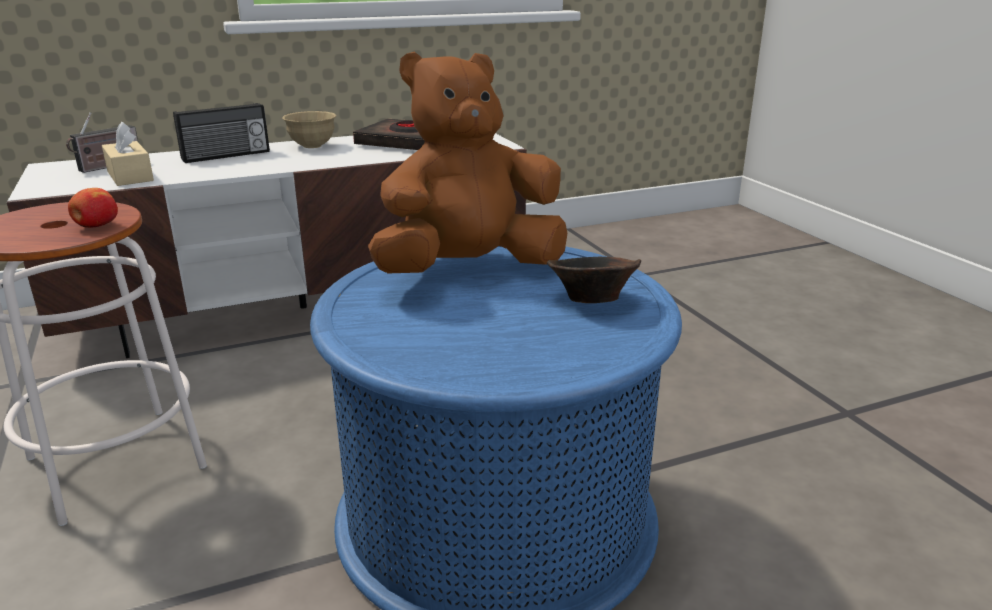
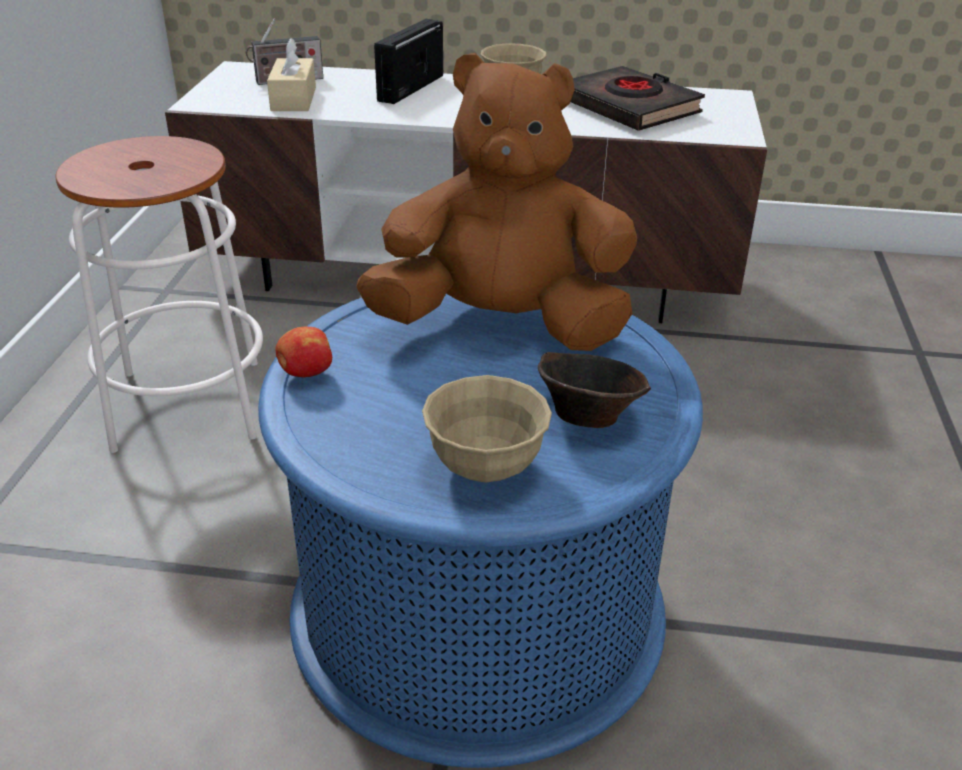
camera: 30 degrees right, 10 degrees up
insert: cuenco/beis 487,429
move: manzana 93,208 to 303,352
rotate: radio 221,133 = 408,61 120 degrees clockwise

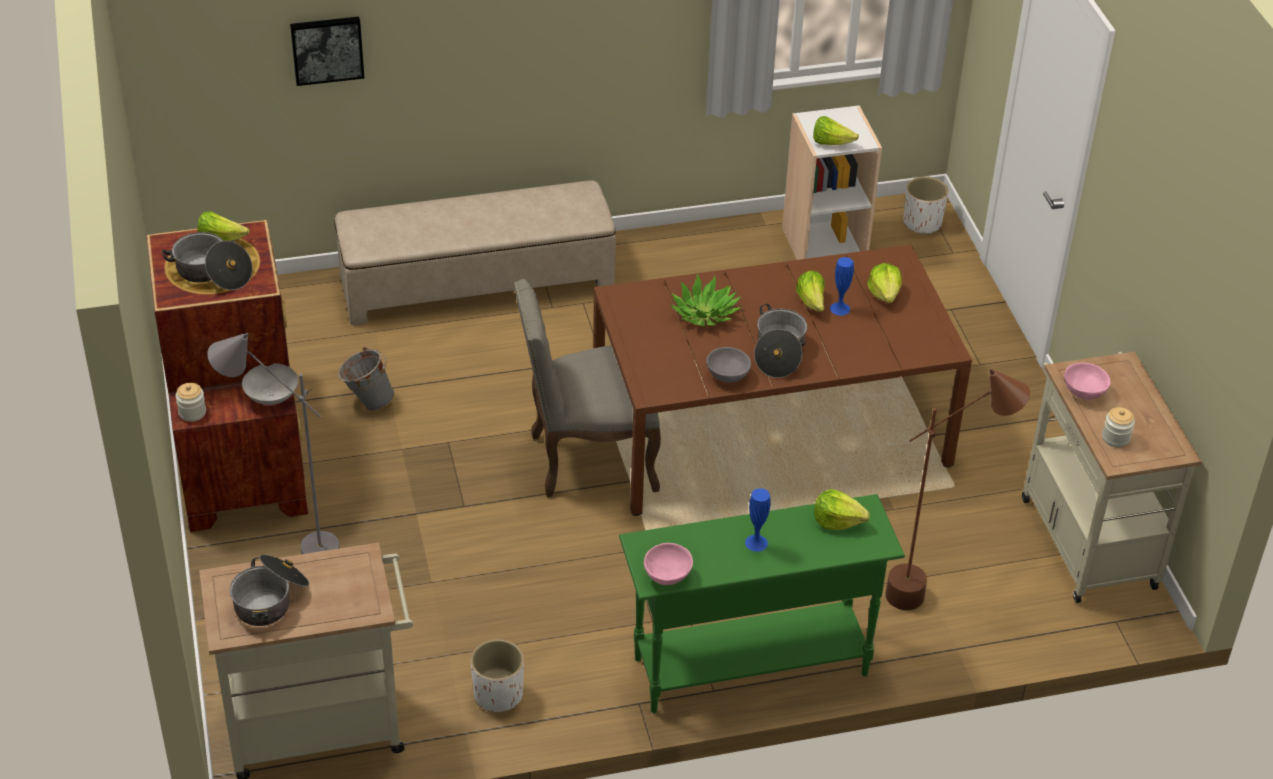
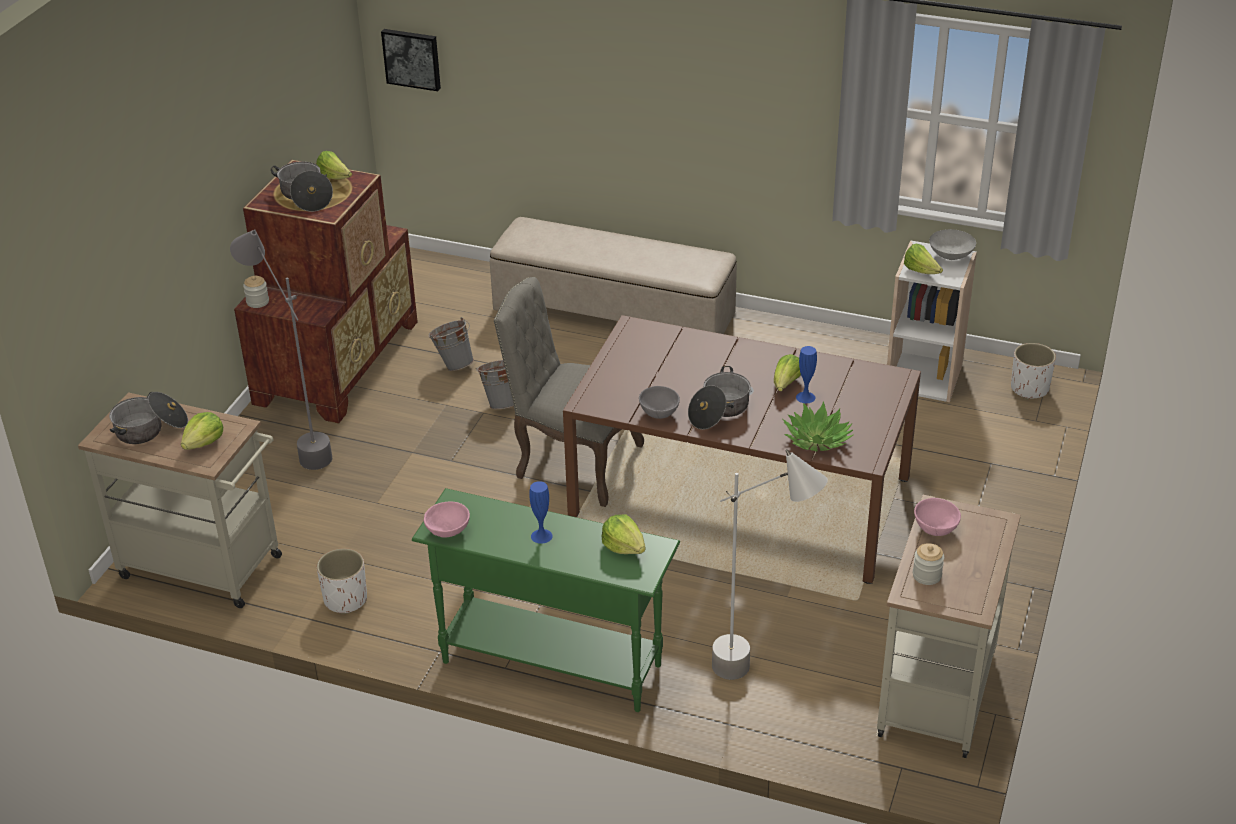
camera: 35 degrees right, 5 degrees down
insert: cubo/gris 495,384
move: cuadro 327,51 to 411,60; lechuga 884,283 to 202,431; planta en maceta 705,300 to 817,426; cuenco/gris 270,384 to 952,244
recolor: lámpara de pie/marrón 957,489 to lámpara de pie/gris 770,564

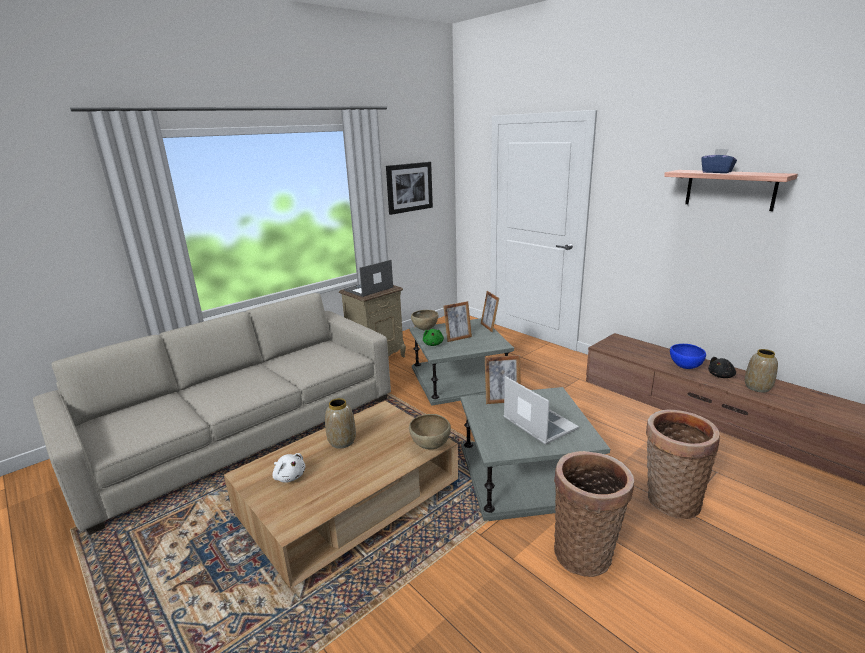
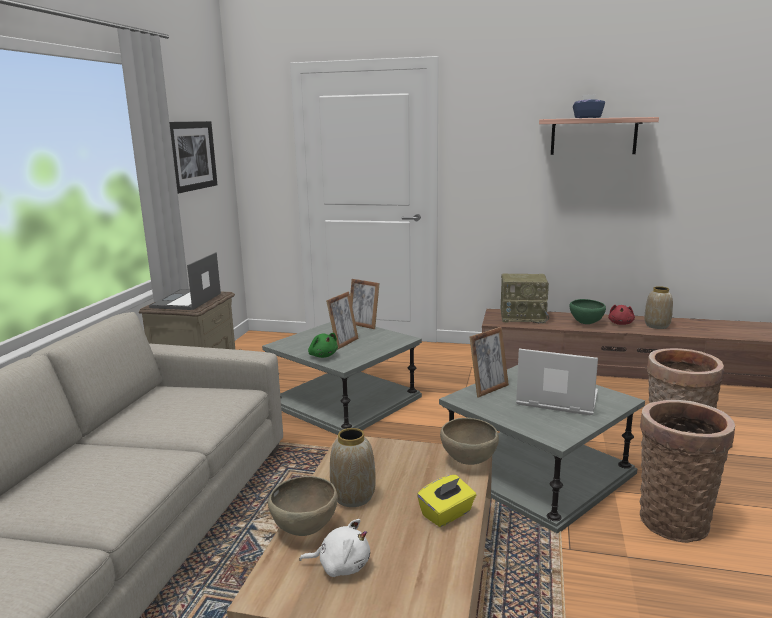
camera: 35 degrees left, 5 degrees down
insert: radio 525,298; caja de pañuelos/amarillo 446,501
move: cuenco/marrón 425,320 to 303,506
recolor: cuenco/azul 688,356 to cuenco/verde 587,311; peluche/negro 722,367 to peluche/rojo 621,315

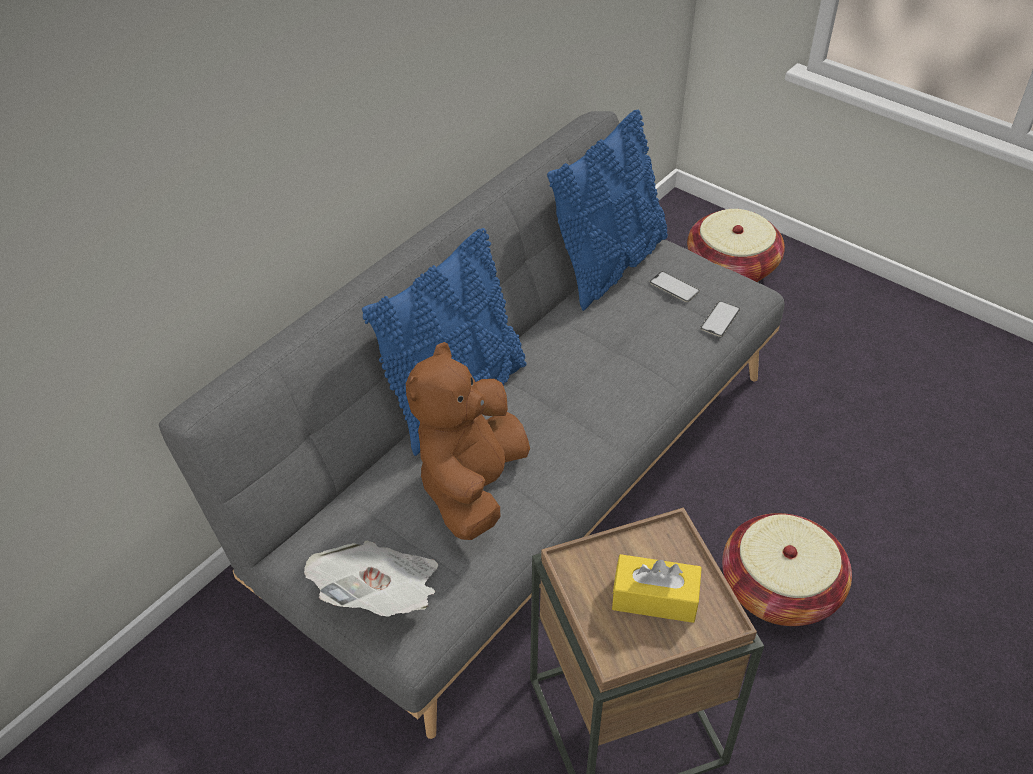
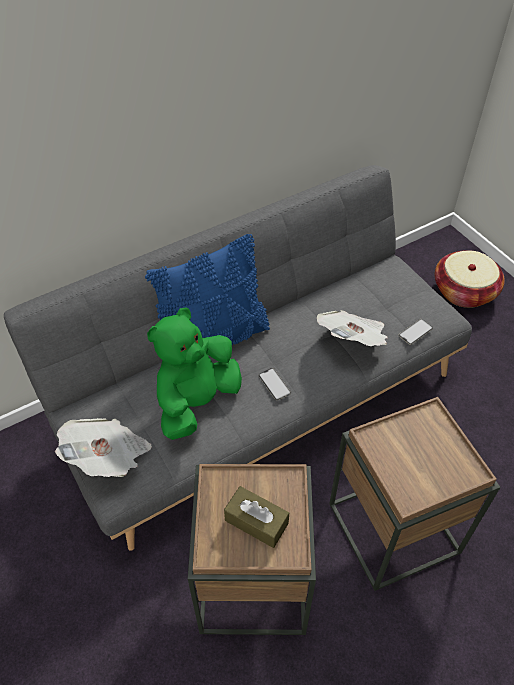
camera: 20 degrees right, 5 degrees up
delete: cojín/azul 607,210
insert: periódico 352,328
move: móvil 675,286 to 274,384
replace: cesta 787,569 to mesa auxiliar/marrón 415,494
recolor: peluche/marrón 468,441 to peluche/verde 194,374; caja de pañuelos/amarillo 657,588 to caja de pañuelos/marrón 256,517

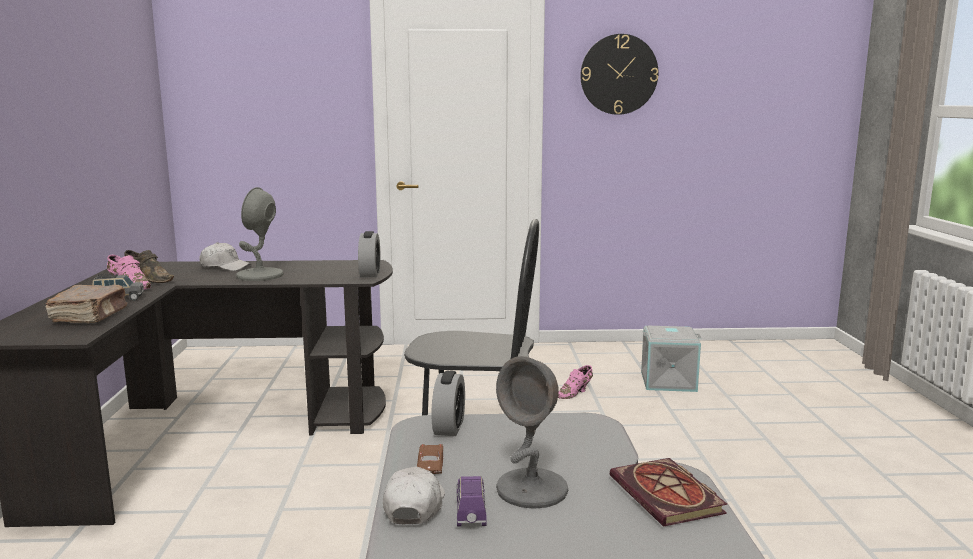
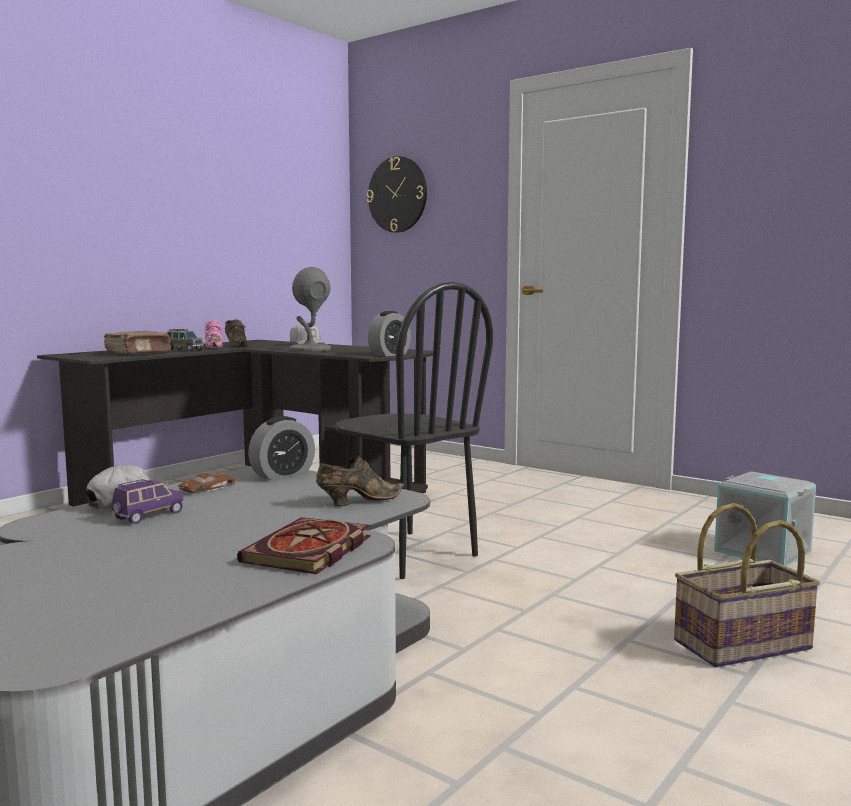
camera: 40 degrees right, 5 degrees down
delete: lámpara de mesa/gris 532,432; zapato/rosa 575,382
insert: zapato/marrón 360,481; cesta 747,585
move: reloj de pared 619,74 to 397,194

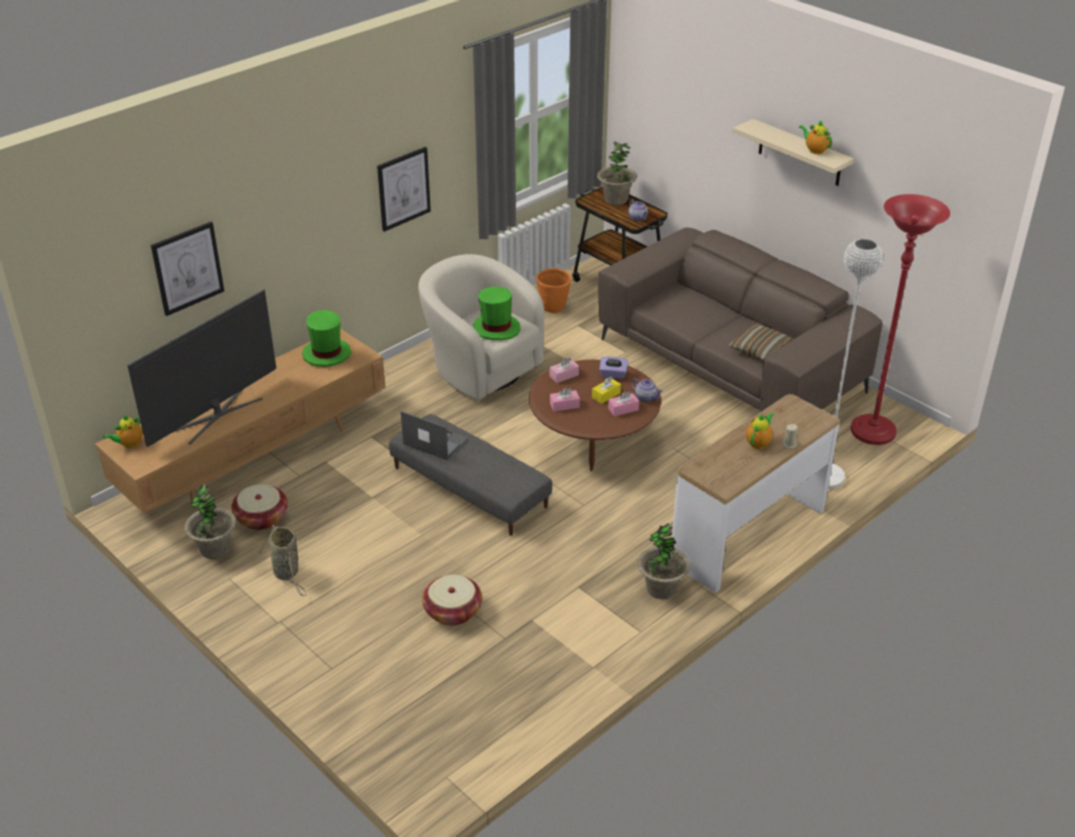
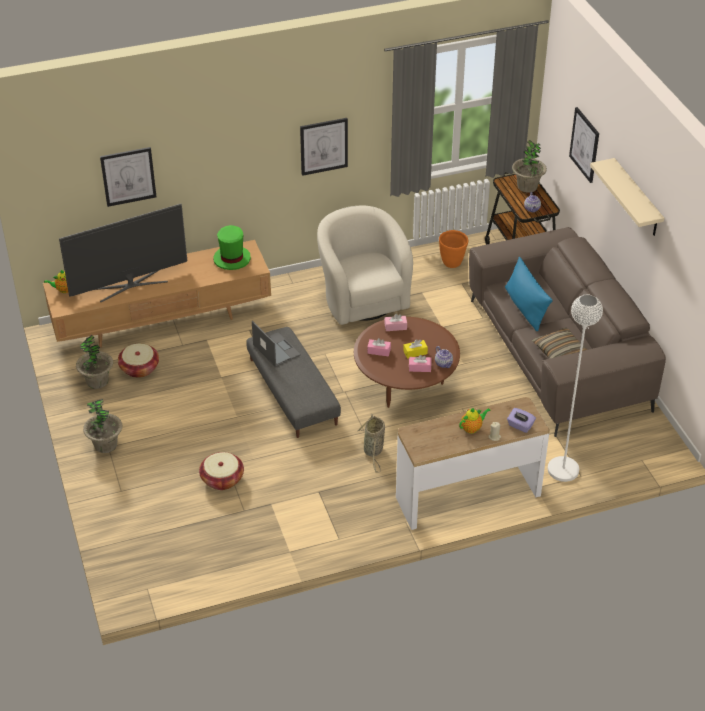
camera: 25 degrees right, 5 degrees up
delete: tetera 815,137; lámpara de pie/rojo 900,319; sombrero/verde 497,313
insert: cuadro 584,145; cojín/azul 529,294
move: caja de pañuelos/morado 613,368 to 521,420; planta en maceta 663,561 to 103,426; cesta 282,560 to 371,443

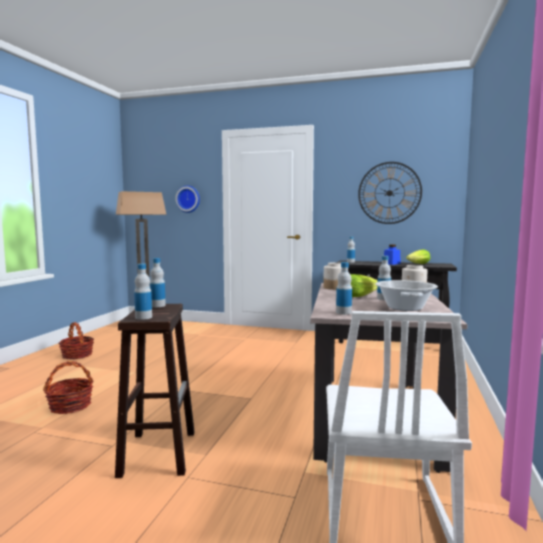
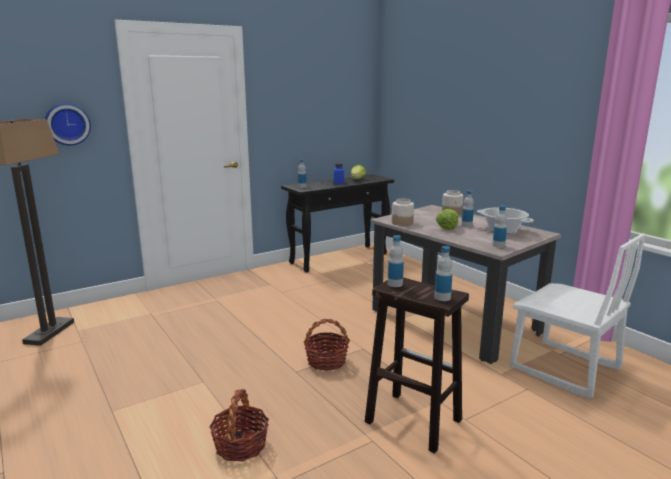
camera: 50 degrees left, 10 degrees up
delete: reloj de pared 390,193
move: cesta 76,341 to 326,345

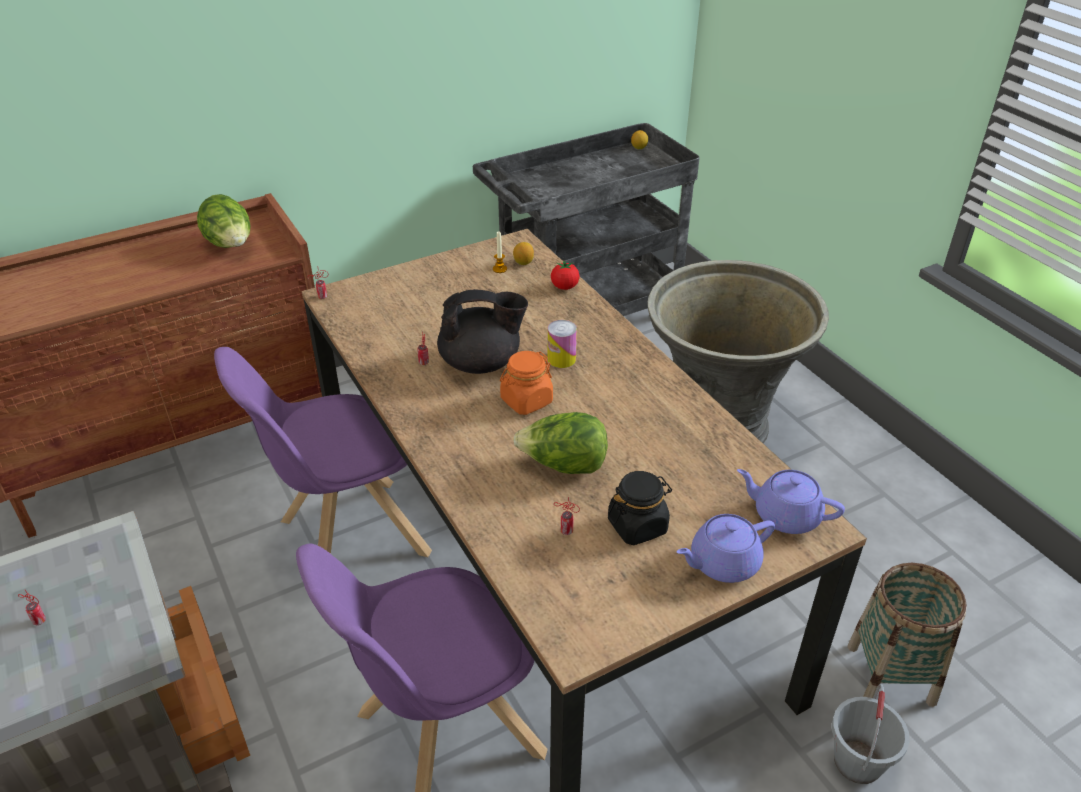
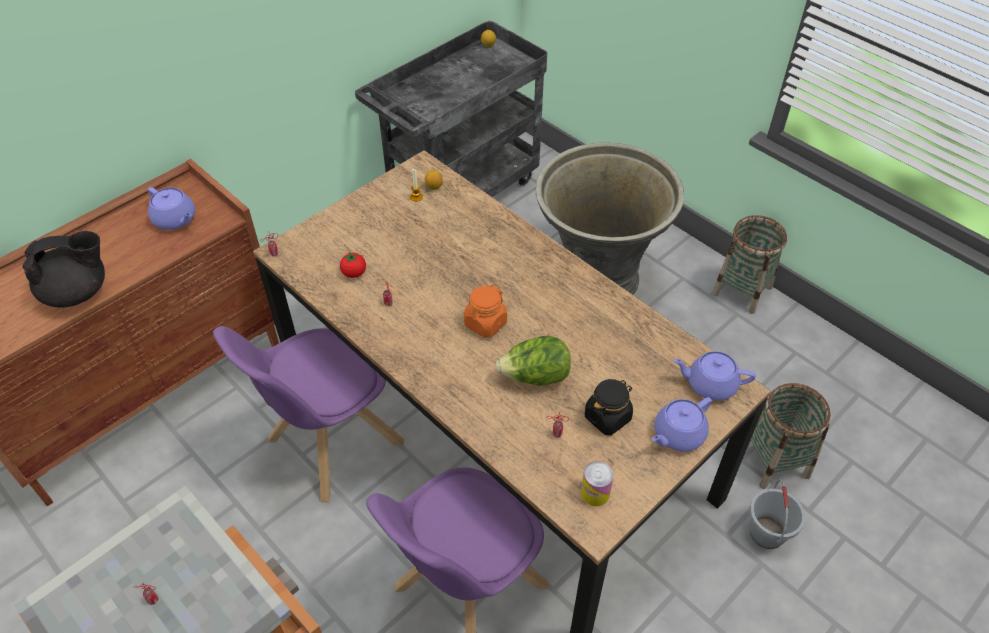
camera: 15 degrees left, 10 degrees up
insert: cesta 749,264
move: tomate 565,275 to 353,265; tetera/negro 482,331 to 64,269; lata 562,344 to 597,483
replace: lechuga 223,221 to tetera/morado 171,208

